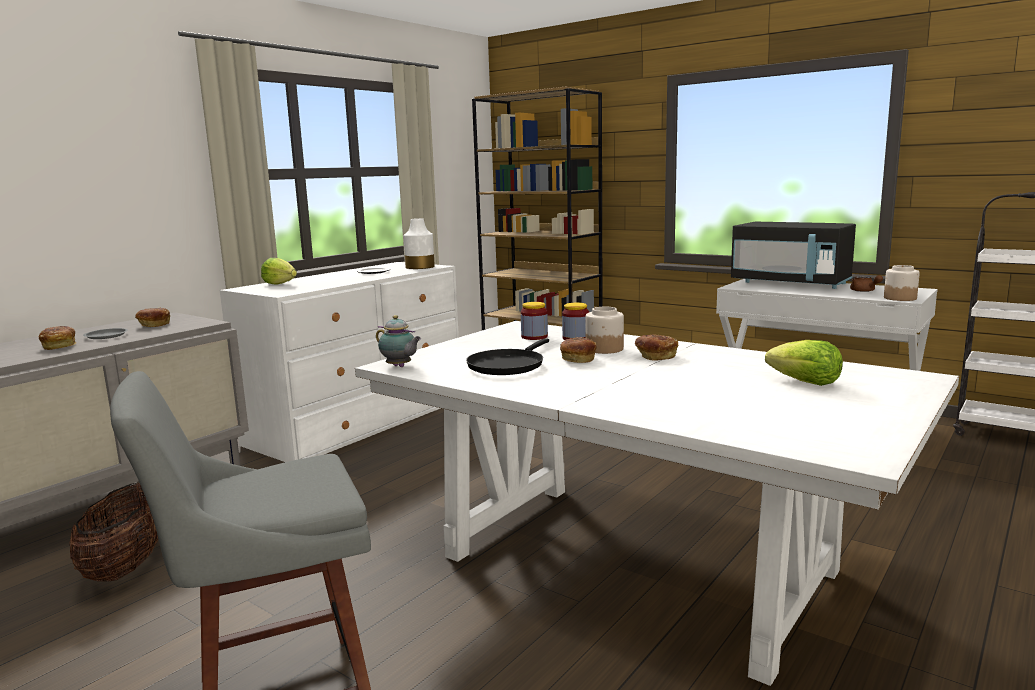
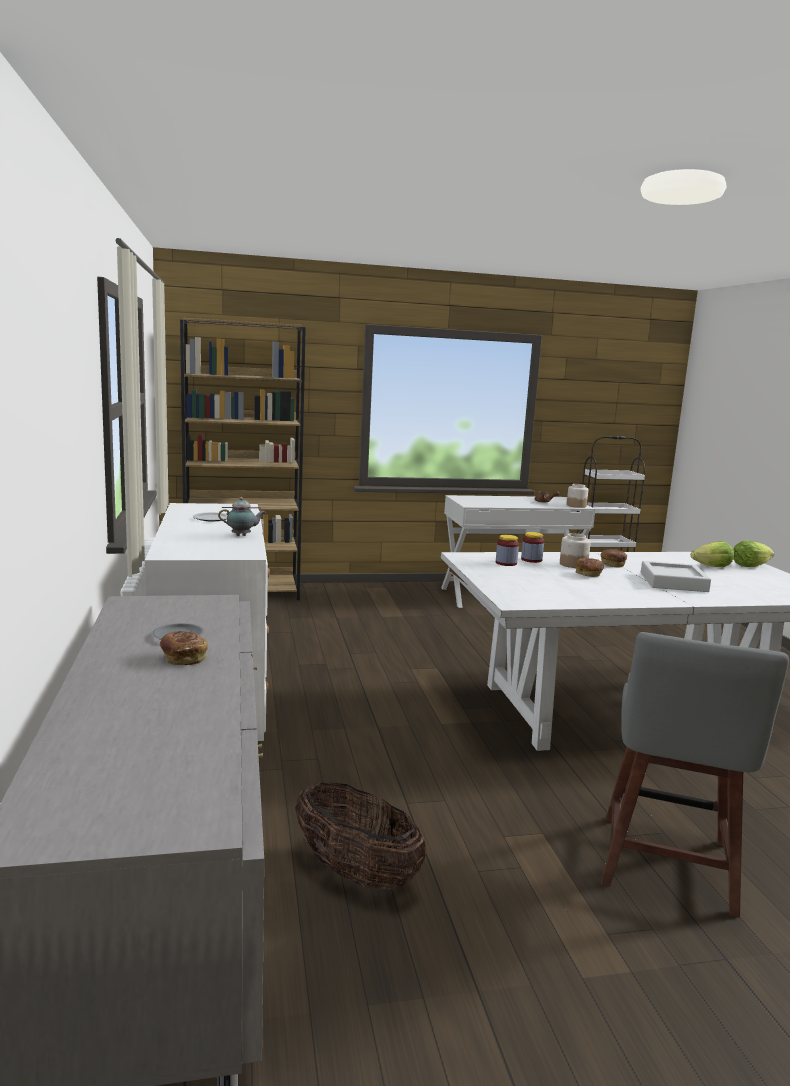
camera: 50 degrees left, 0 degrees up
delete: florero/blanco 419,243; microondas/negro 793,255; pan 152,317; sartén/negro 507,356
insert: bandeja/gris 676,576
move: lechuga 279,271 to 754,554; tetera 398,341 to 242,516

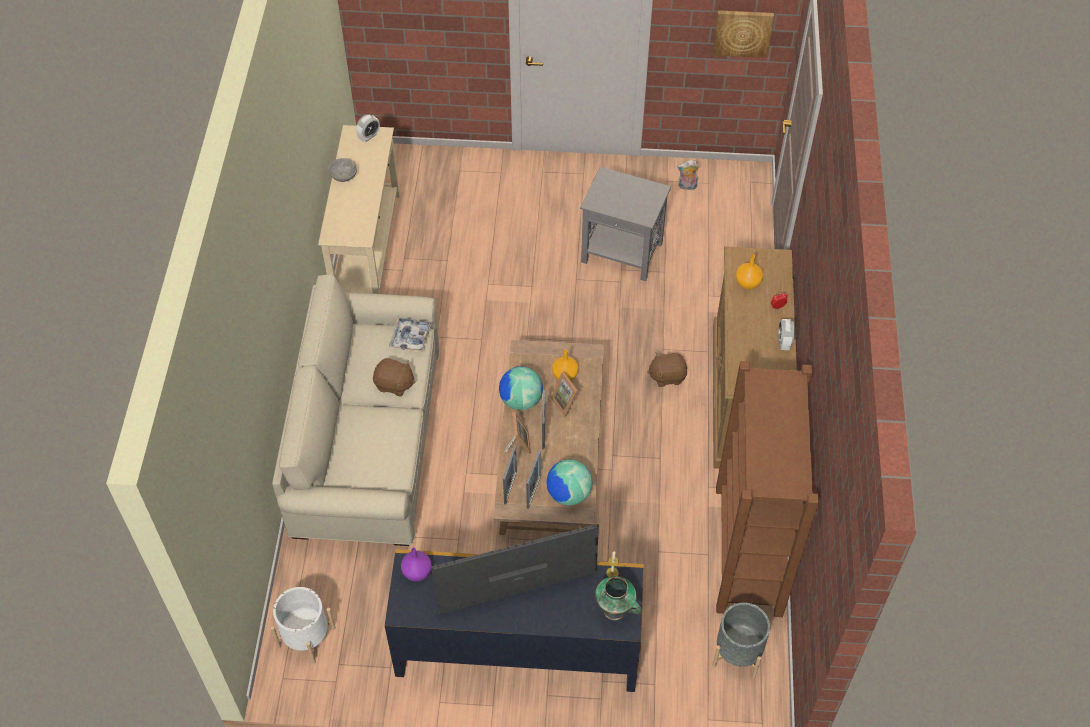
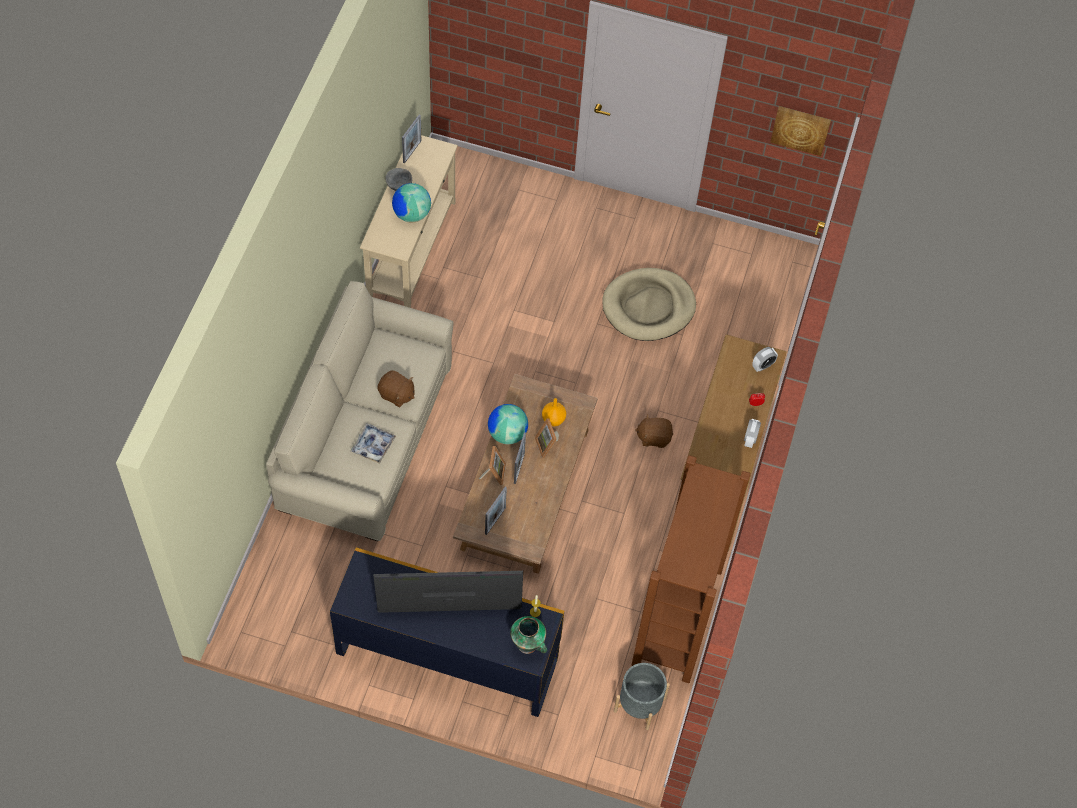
camera: 10 degrees right, 5 degrees up
delete: peluche 687,175; florero/naranja 749,272; florero/morado 416,564; maceta/blanco 303,625
move: despertador 368,128 to 765,359; bandeja 410,334 to 373,443; portarretratos 510,474 to 411,138; globo terráqueo 569,482 to 411,202
replace: mesa auxiliar/gris 625,224 to cama para perro/beis 649,304

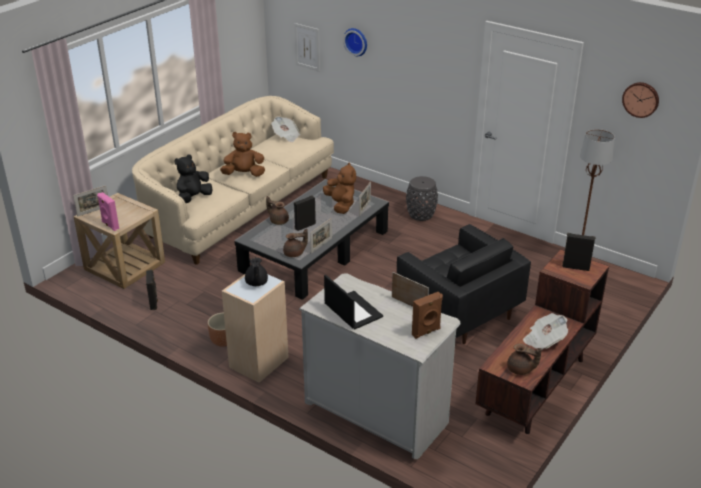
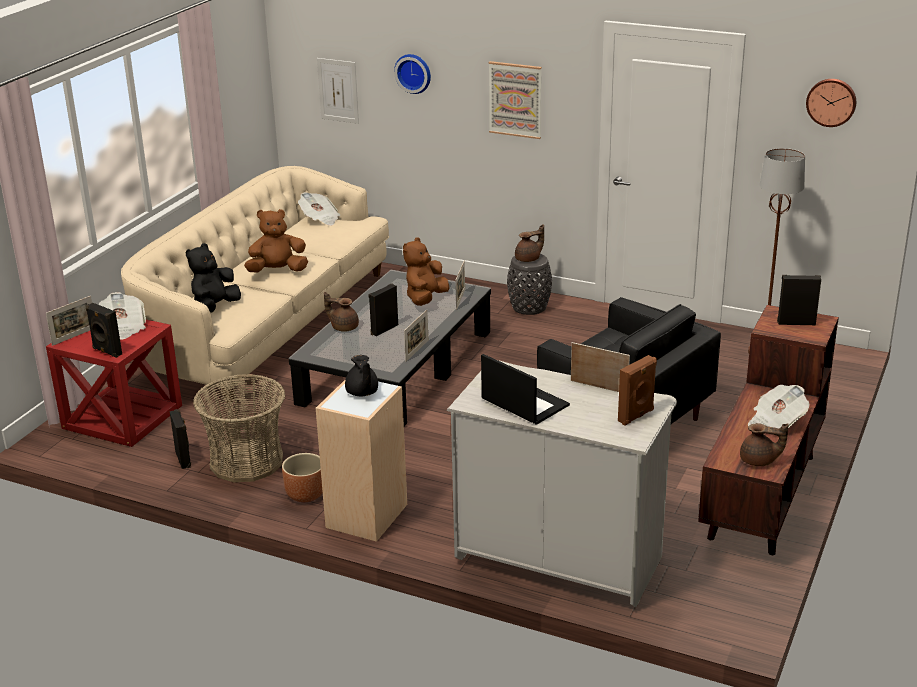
camera: 10 degrees left, 5 degrees down
insert: cuadro 515,100; periódico 122,316; cesta 239,428
move: tetera/marrón 295,243 to 529,243
recolor: altavoz/rosa 108,211 to altavoz/negro 104,330; mesa auxiliar/beis 119,241 to mesa auxiliar/rojo 114,383
rotate: peluche/marrón 339,188 = 426,271 120 degrees counterclockwise

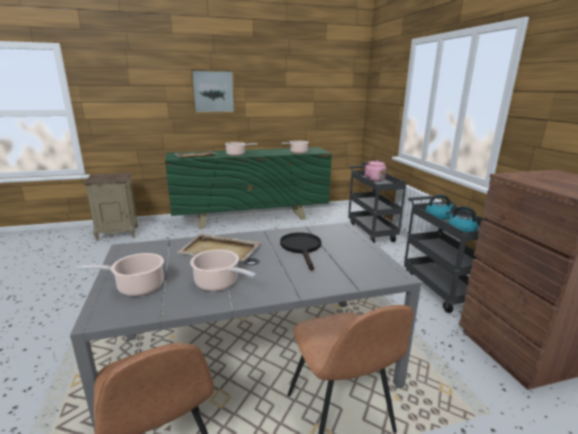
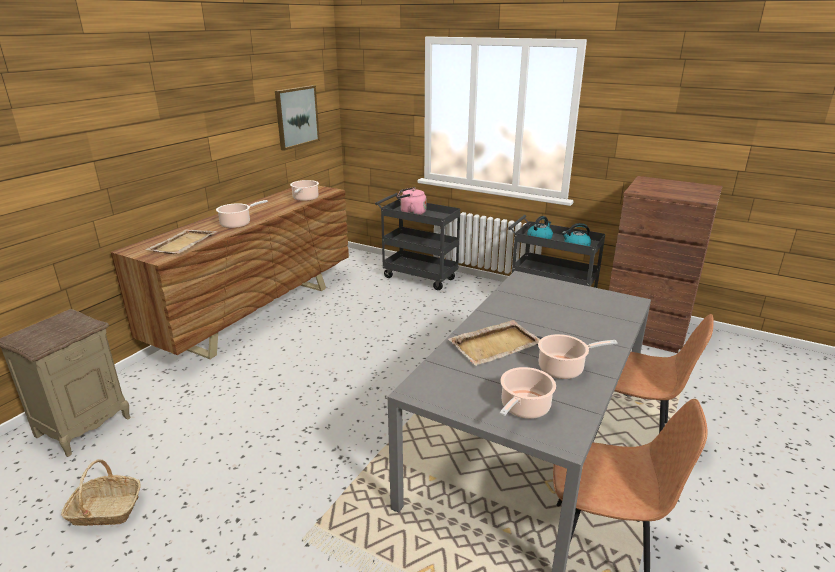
camera: 45 degrees left, 5 degrees up
delete: sartén/negro 300,251
insert: cesta 101,492
move: cuadro 213,91 to 297,118
recolor: armario/verde 248,188 to armario/marrón 230,272

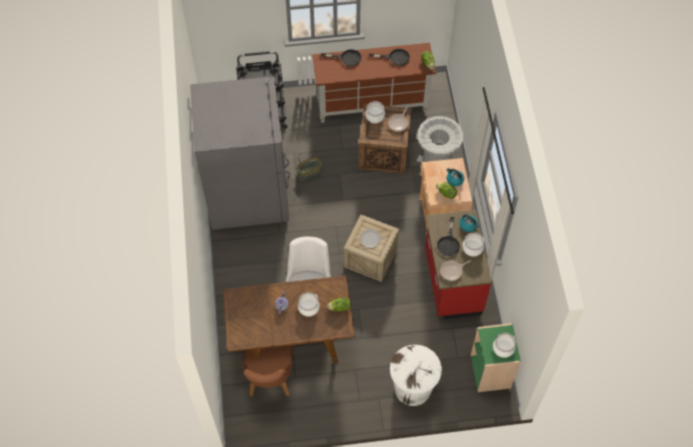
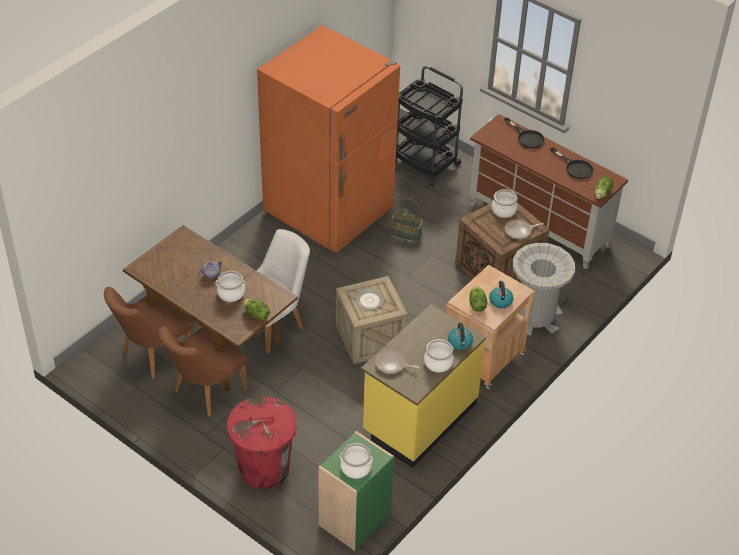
camera: 45 degrees right, 15 degrees down
delete: sartén/negro 448,236
insert: silla/marrón 203,371
recolor: nevera/gris 240,153 to nevera/naranja 328,139; mueble bajo de cocina/rojo 458,264 to mueble bajo de cocina/amarillo 423,386; papelera/blanco 416,375 to papelera/rojo 262,442

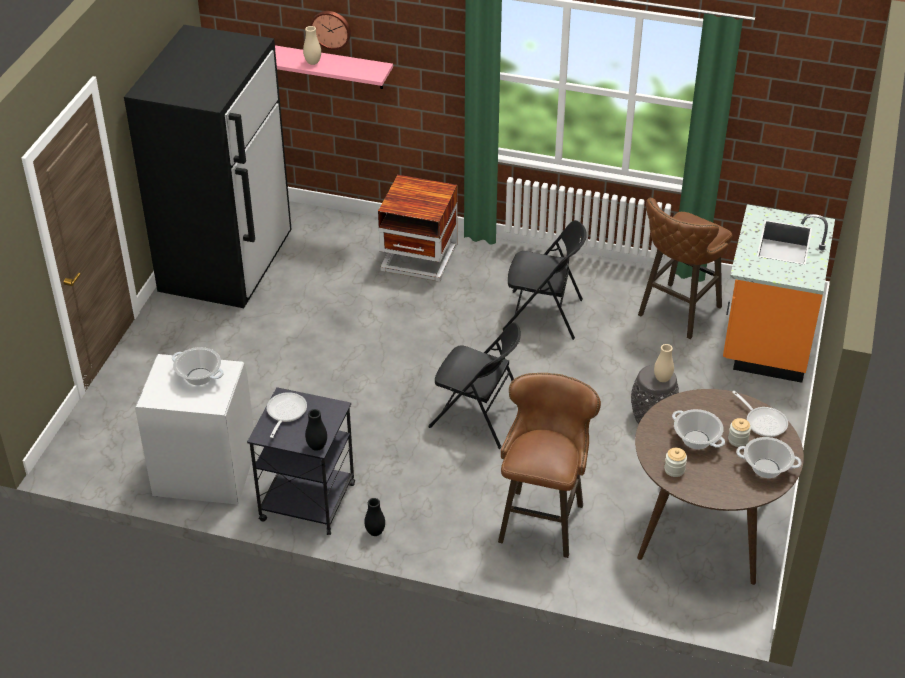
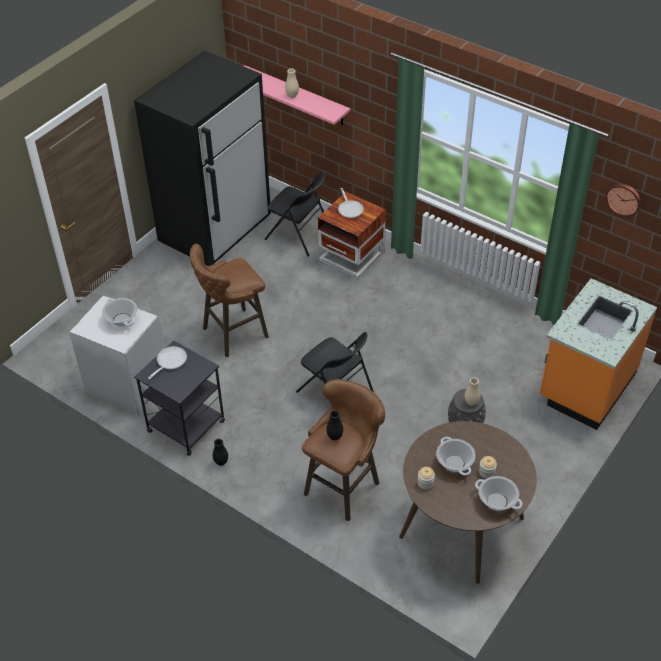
camera: 20 degrees right, 5 degrees up
move: reloj de pared 331,30 to 623,200; taburete/marrón 685,268 to 229,300; silla/negro 545,280 to 294,214; sartén 760,414 to 351,203; florero/negro 316,430 to 334,425

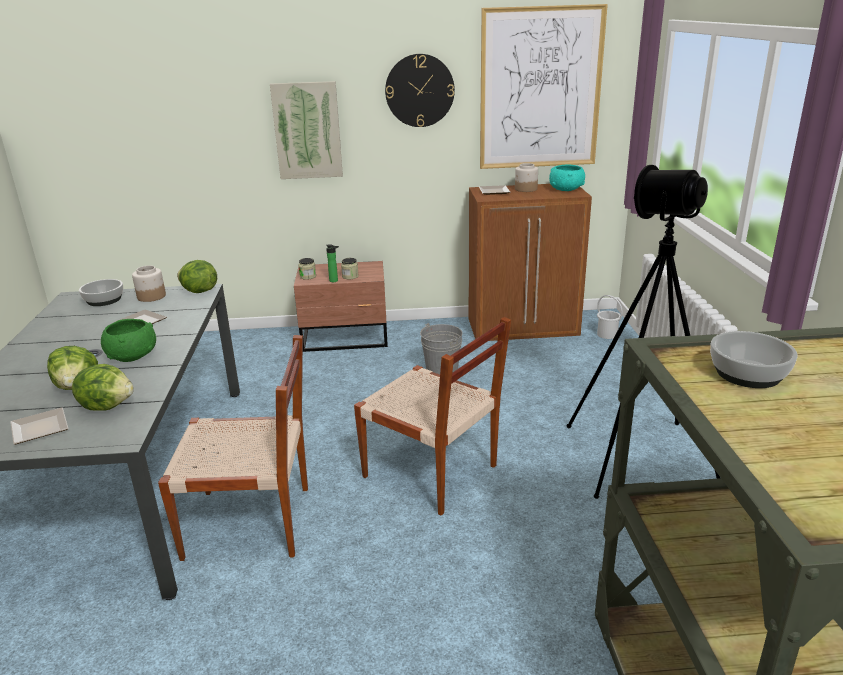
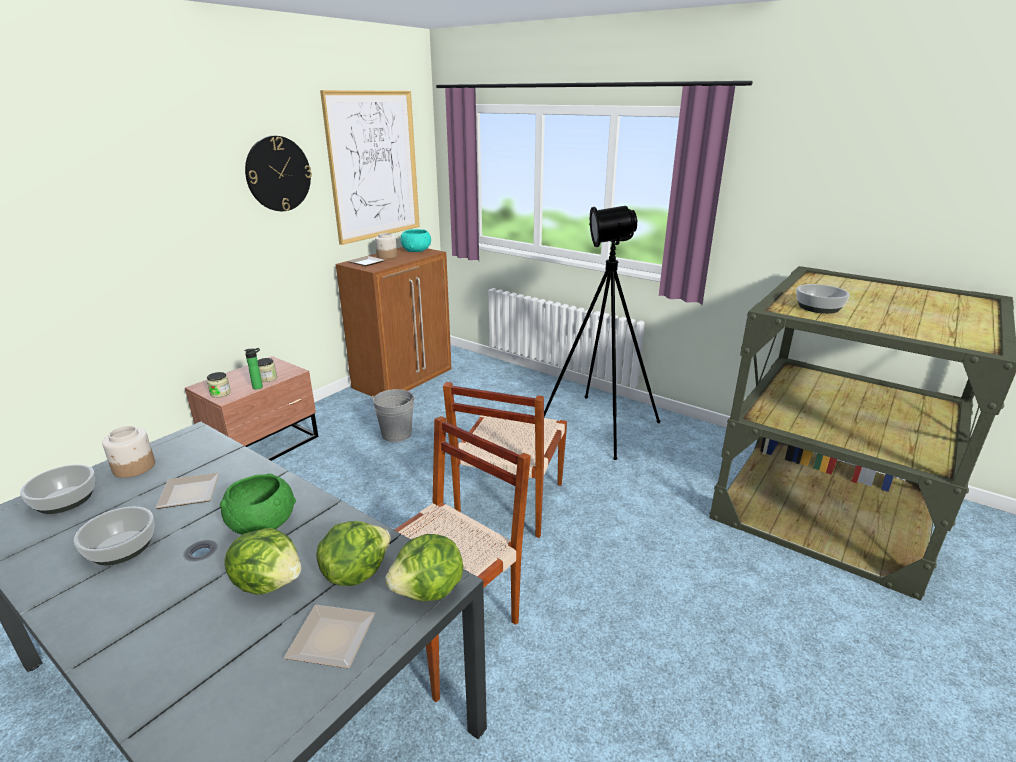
camera: 50 degrees left, 0 degrees up
delete: cuadro 306,130; cubo/blanco 610,317
insert: cuenco 114,536
move: lechuga 197,276 to 424,567
rotate: silla 432,416 = 505,460 120 degrees clockwise

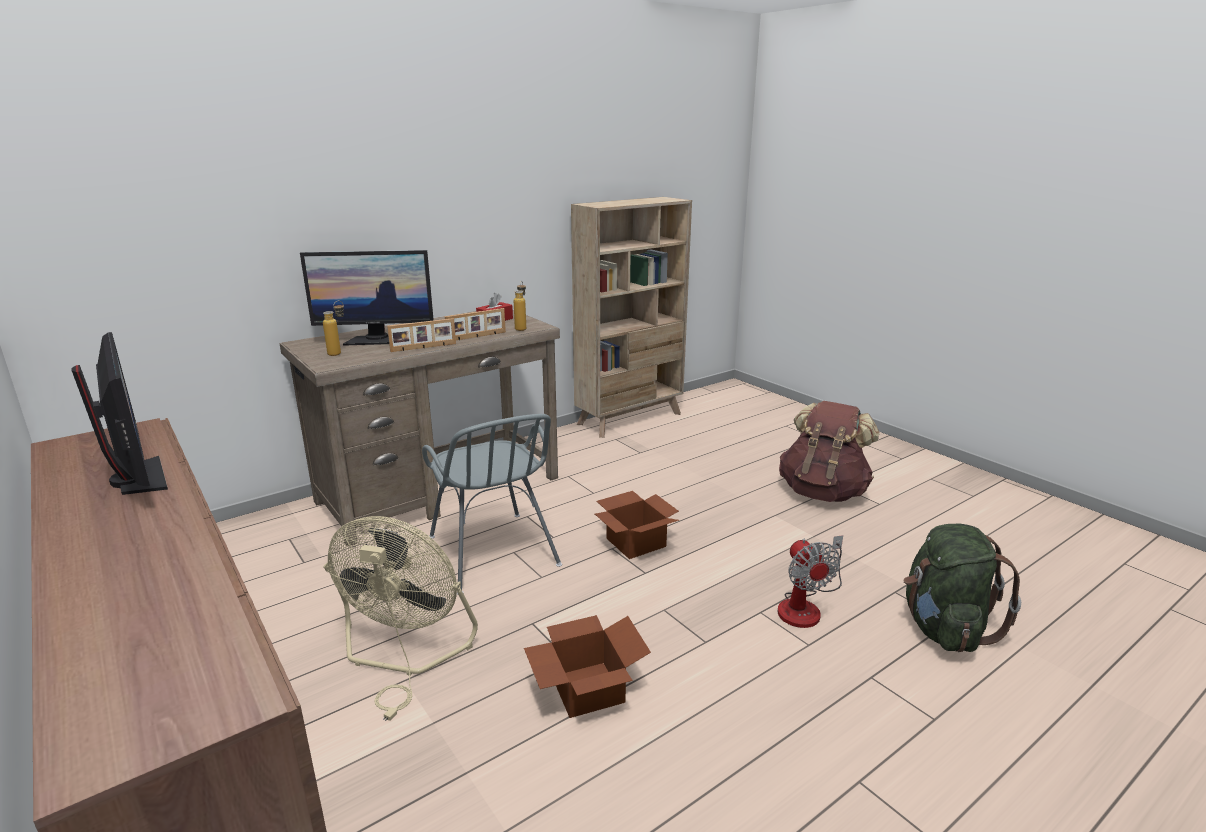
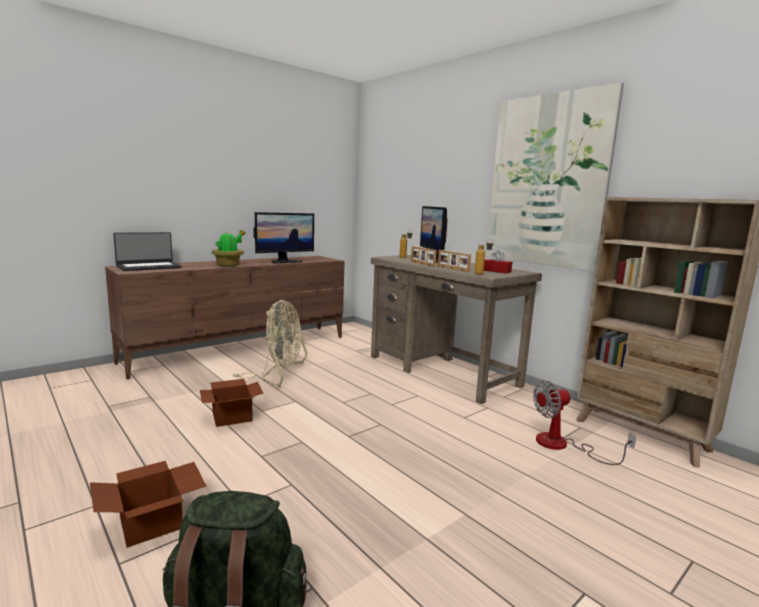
camera: 85 degrees right, 10 degrees down
delete: mochila/marrón 829,451; silla/gris 492,504
insert: cuadro 555,176; planta en maceta 229,248; portátil 147,251
move: caja de cartón 637,525 to 148,504; ventilador 810,581 to 584,422

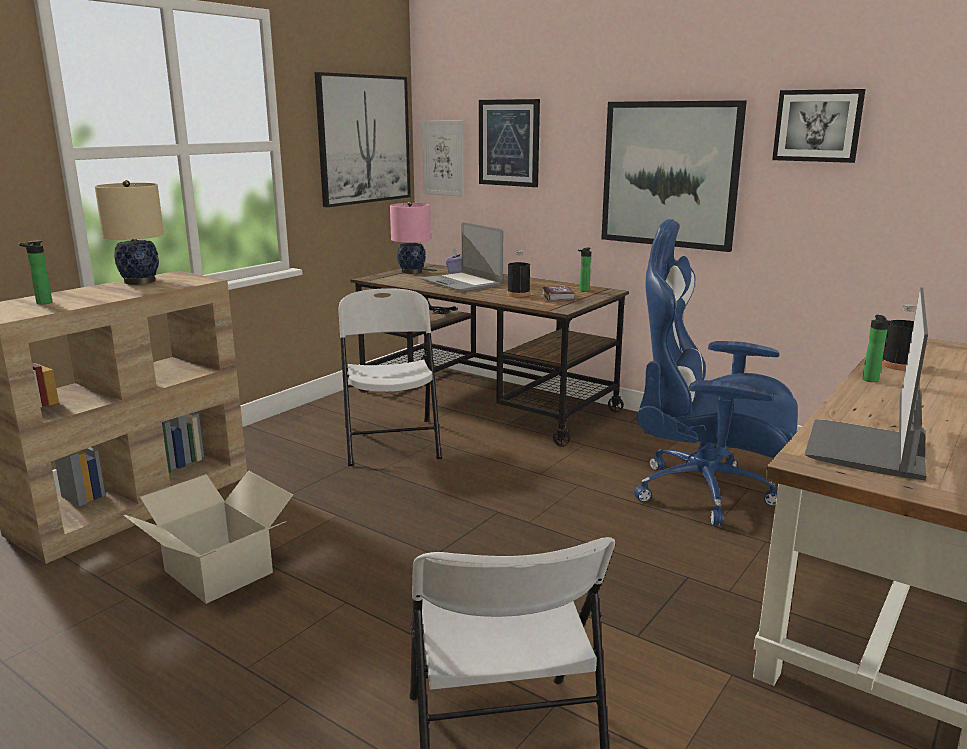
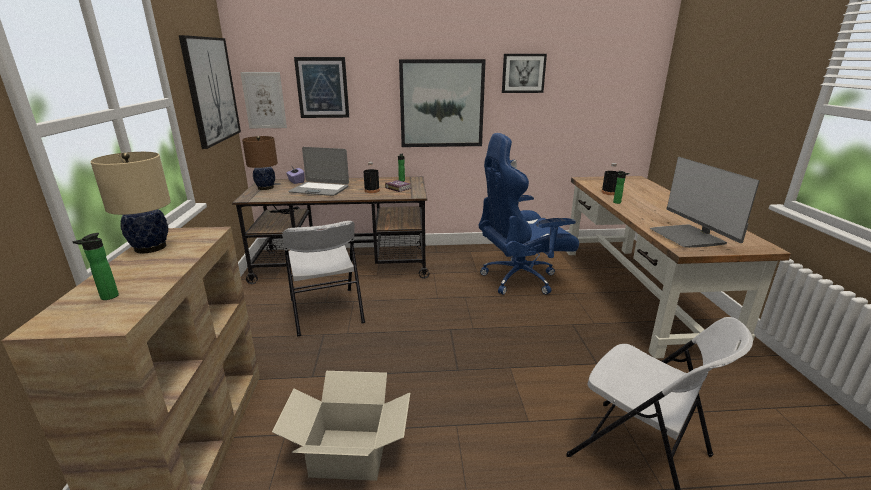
camera: 40 degrees left, 5 degrees up
recolor: lámpara de mesa/rosa 410,237 to lámpara de mesa/marrón 260,163
rotate: silla/blanco 390,377 = 323,279 150 degrees counterclockwise

